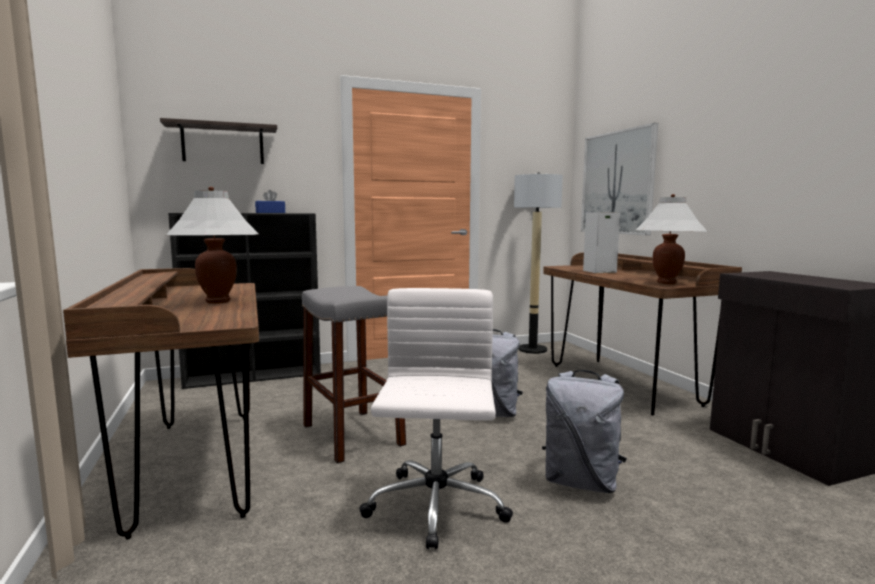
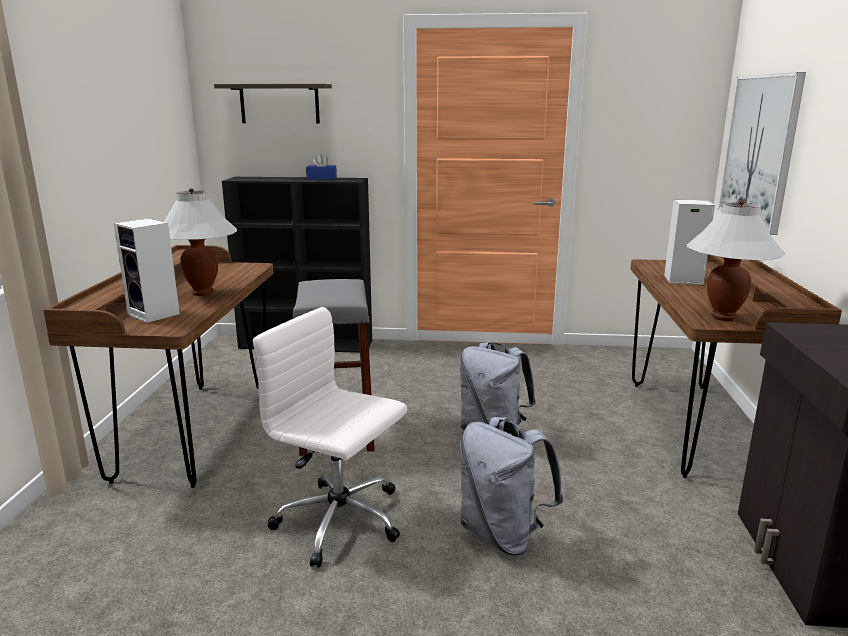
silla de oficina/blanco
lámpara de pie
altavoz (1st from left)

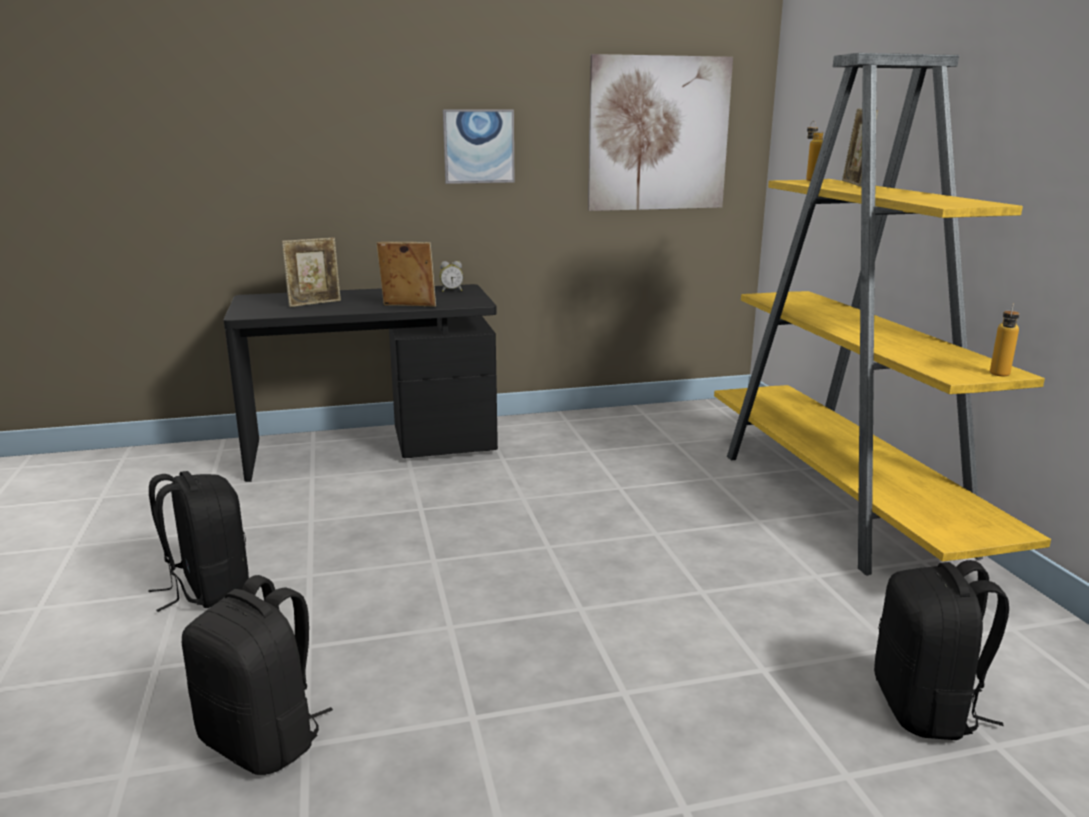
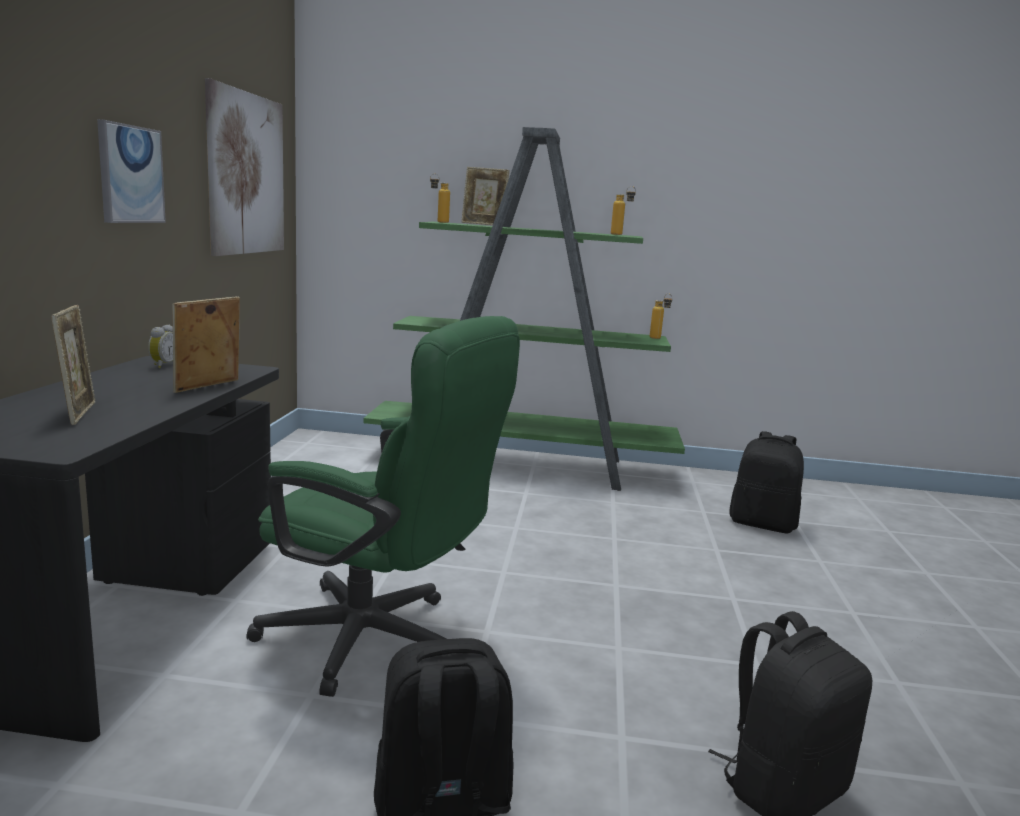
estantería/verde
silla de oficina/verde
botella (2nd from left)

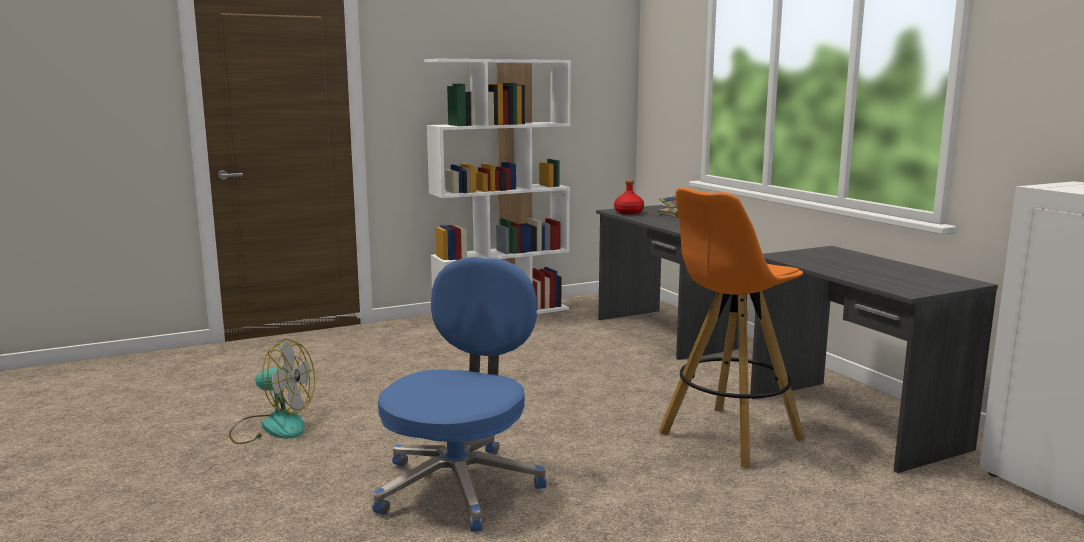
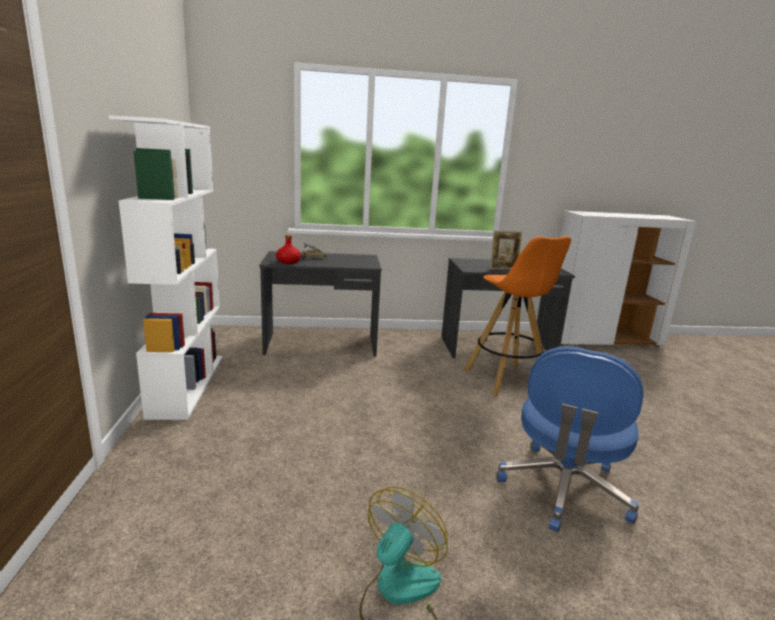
silla de oficina/azul
portarretratos

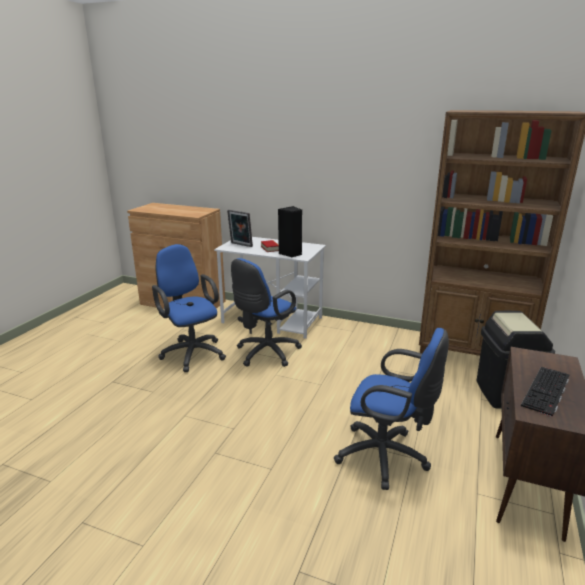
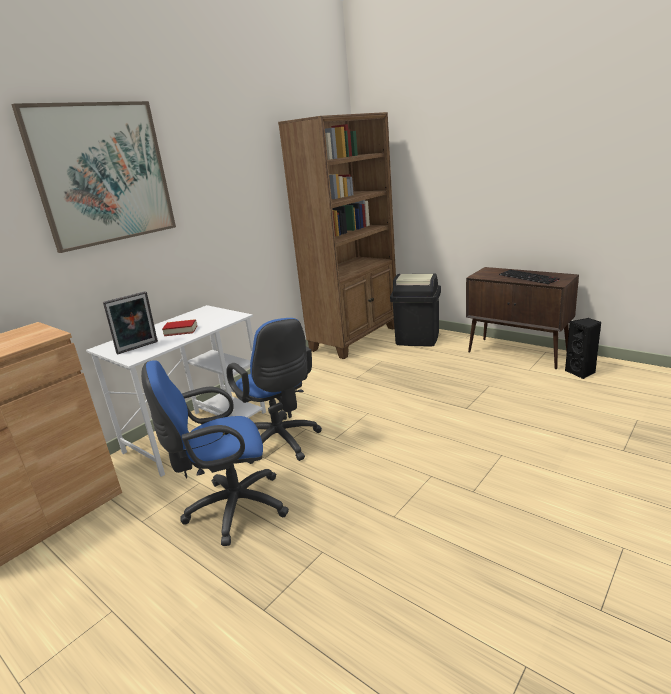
altavoz/negro
silla de oficina/azul (3rd from left in the first image)
cuadro

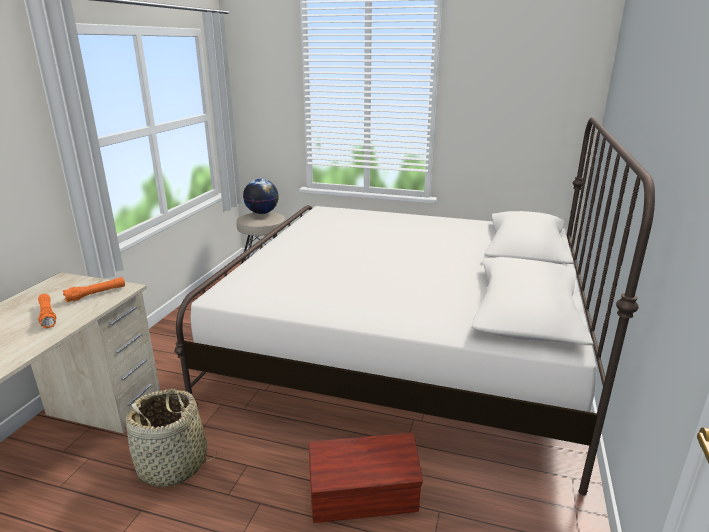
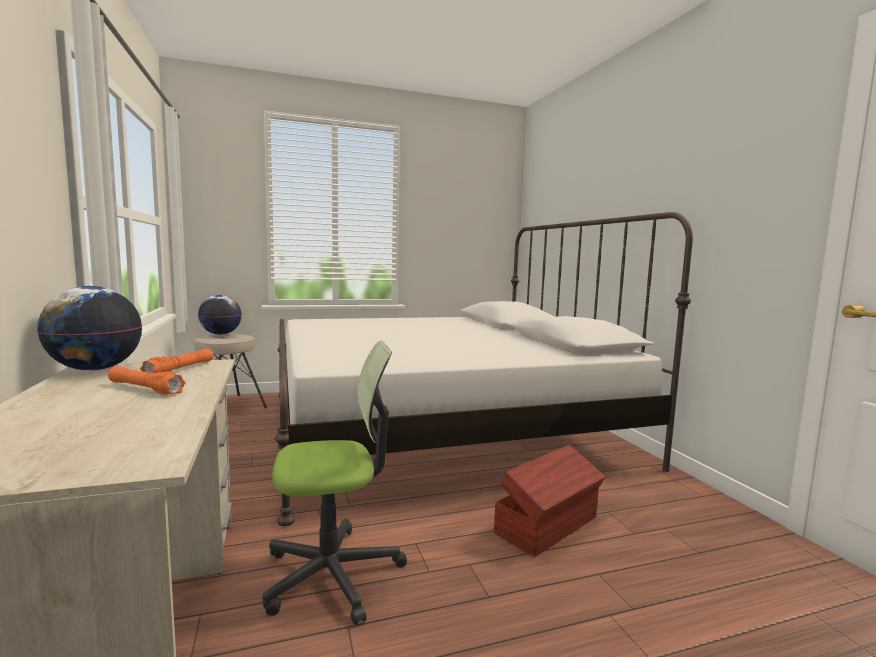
silla de oficina
globo terráqueo (1st from left)

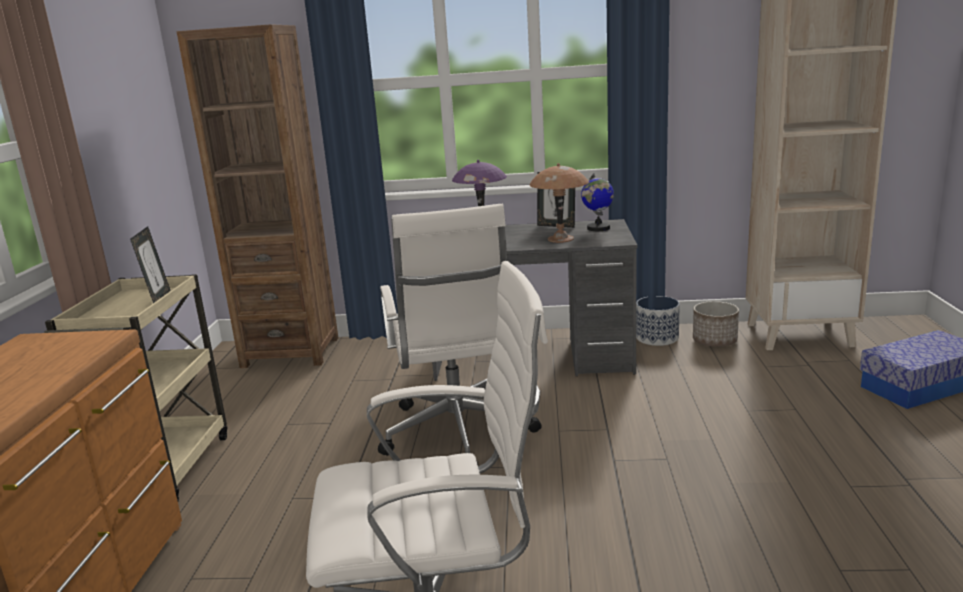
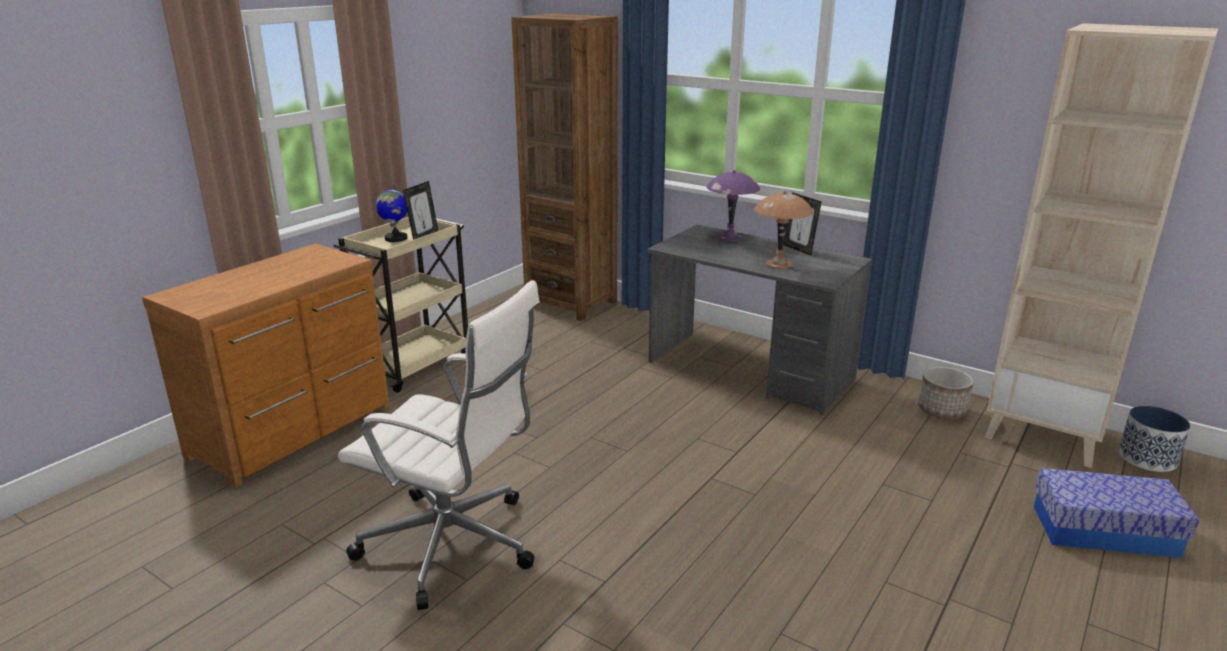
silla de oficina/blanco (2nd from left in the first image)
globo terráqueo
maceta (2nd from left)

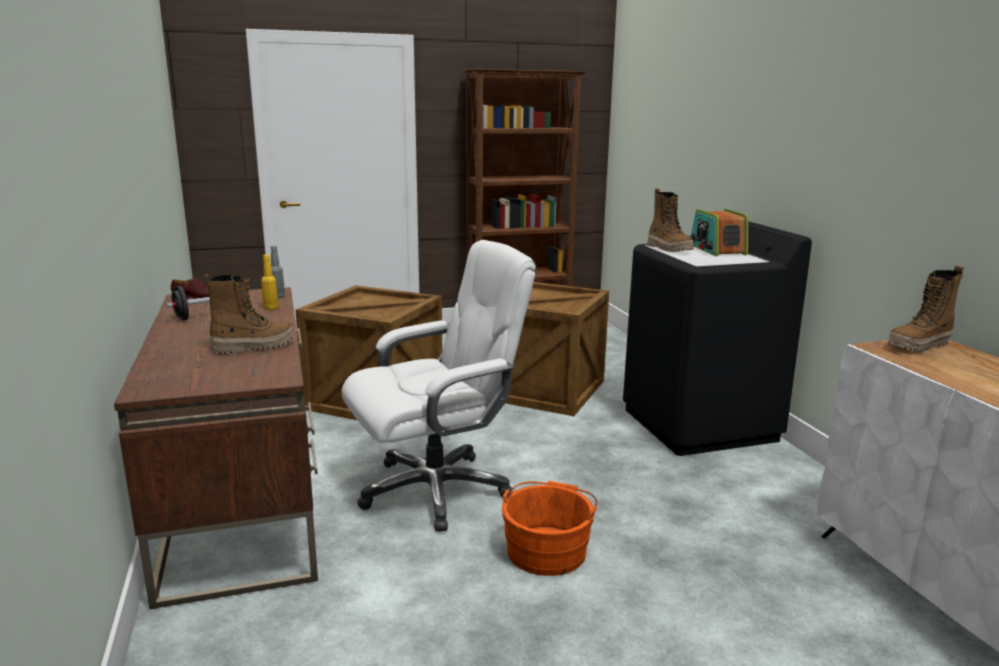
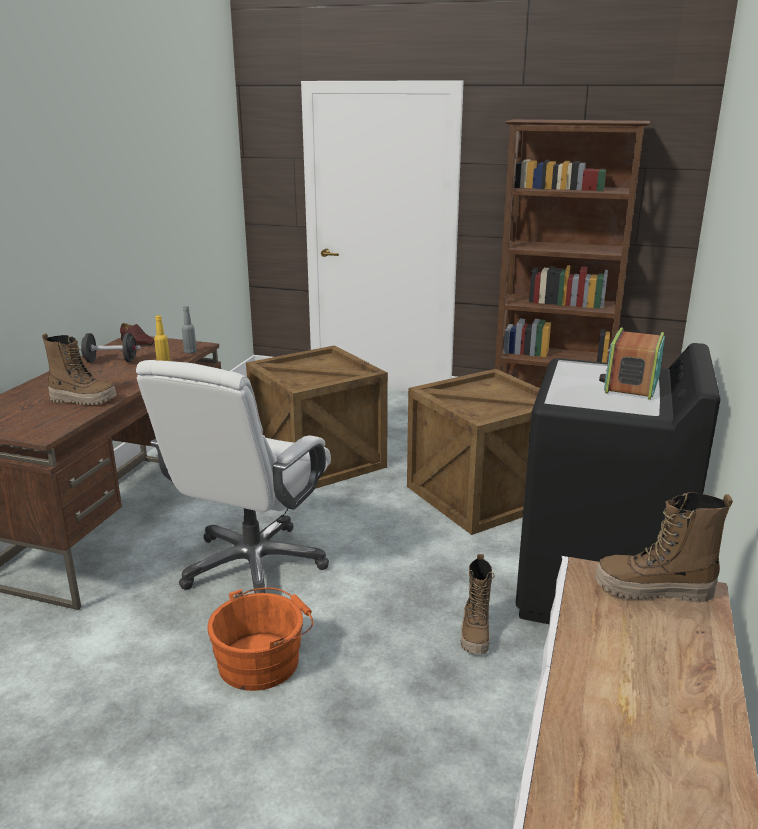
silla de oficina/blanco
bota (2nd from left)

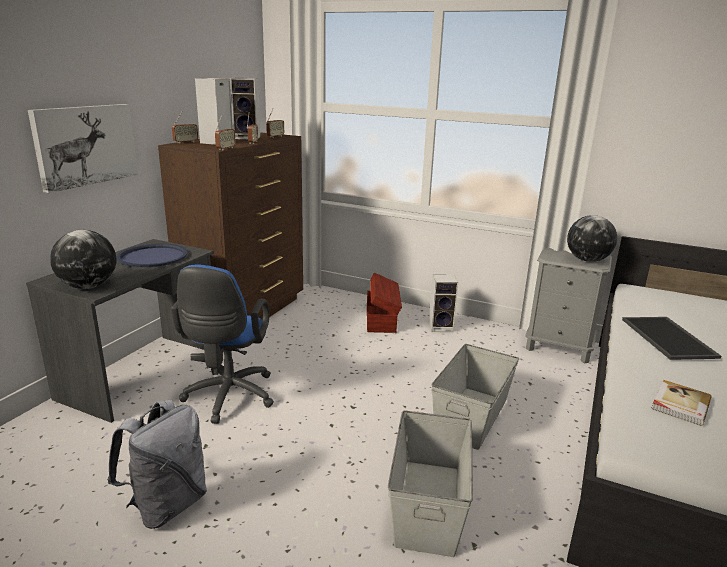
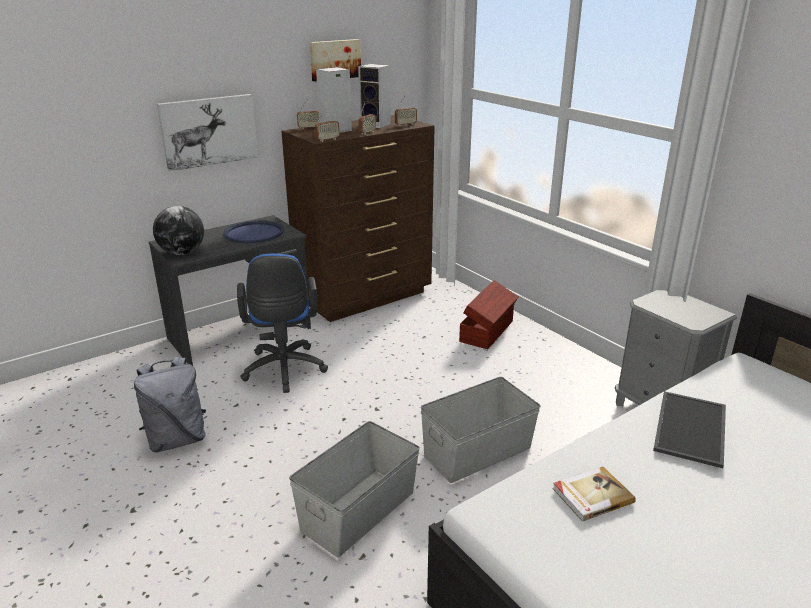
silla de oficina/azul
altavoz (3rd from left in the first image)
globo terráqueo (2nd from left in the first image)
cuadro (2nd from left)

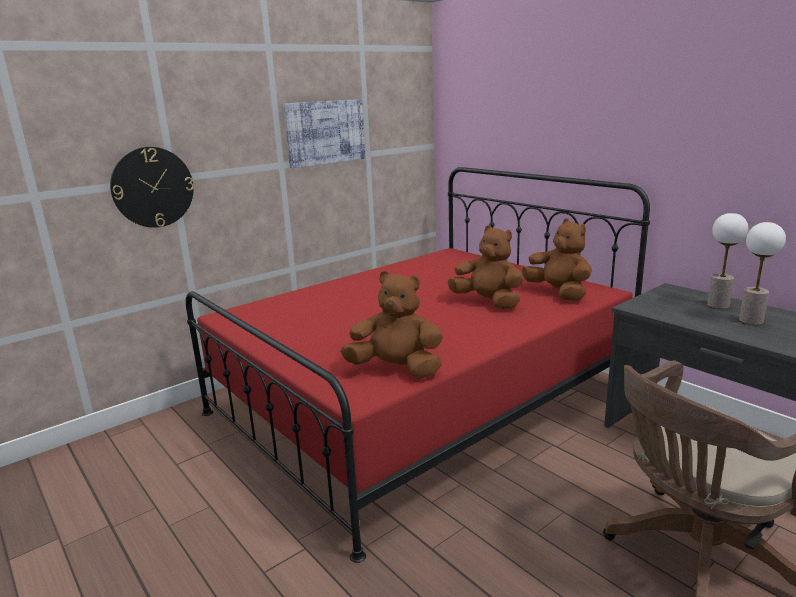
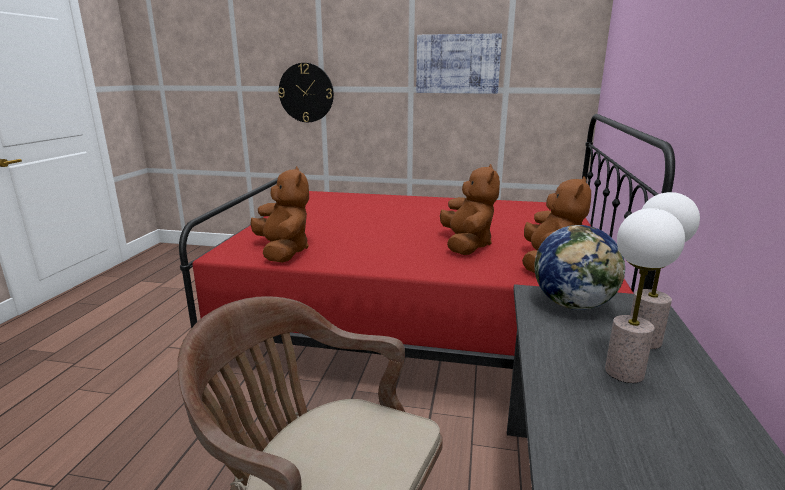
globo terráqueo

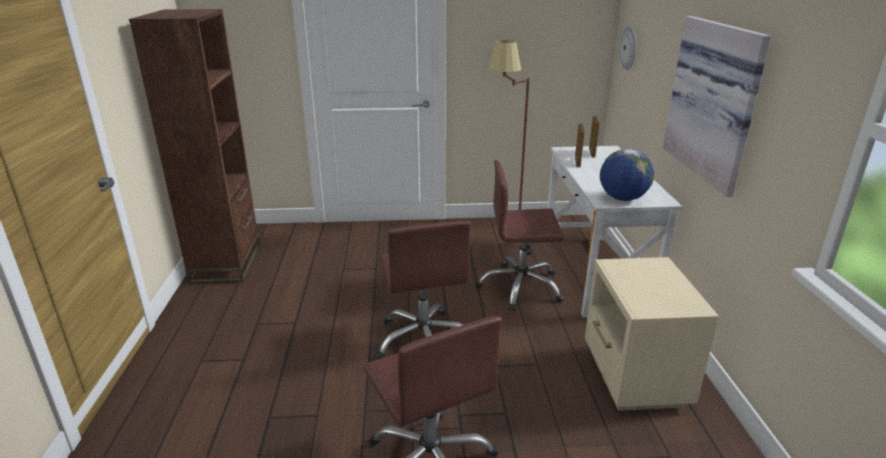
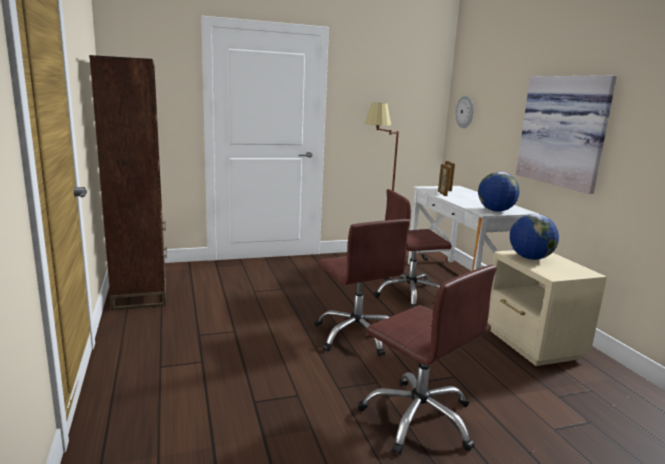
globo terráqueo (2nd from left)

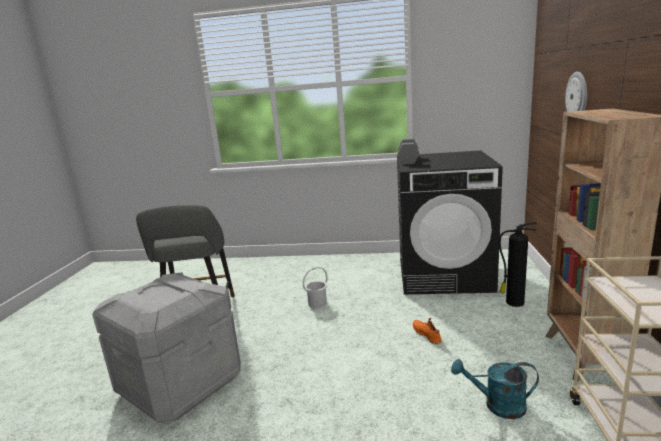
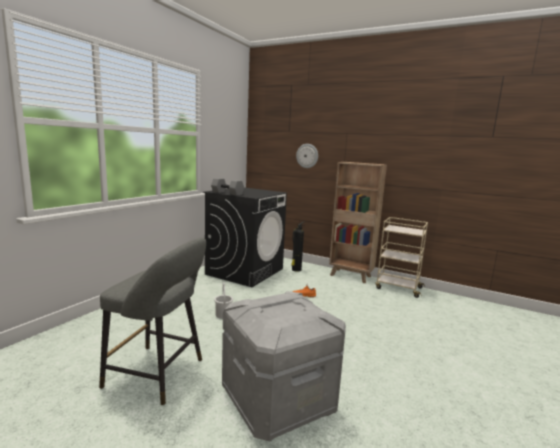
regadera/turquesa

